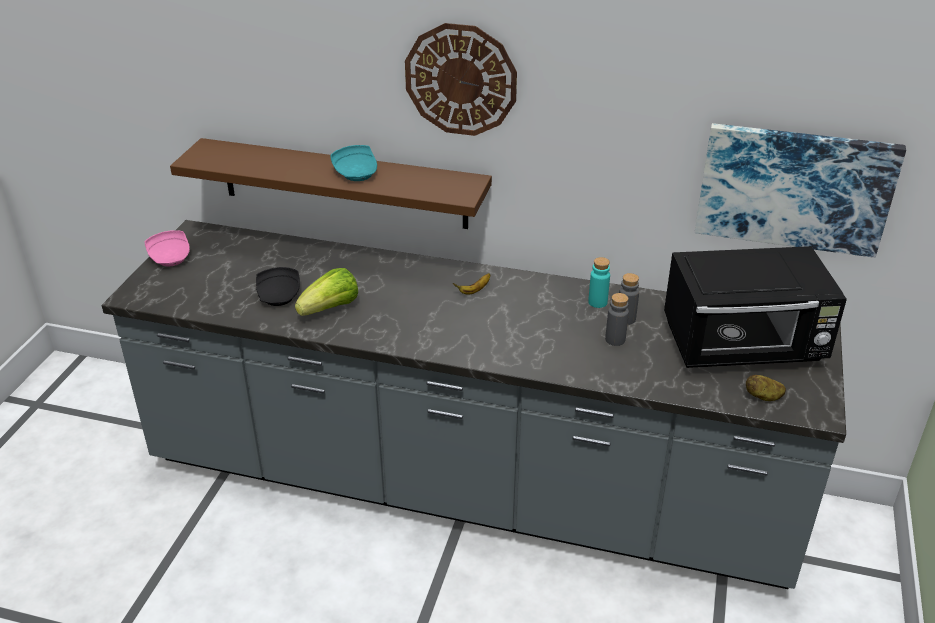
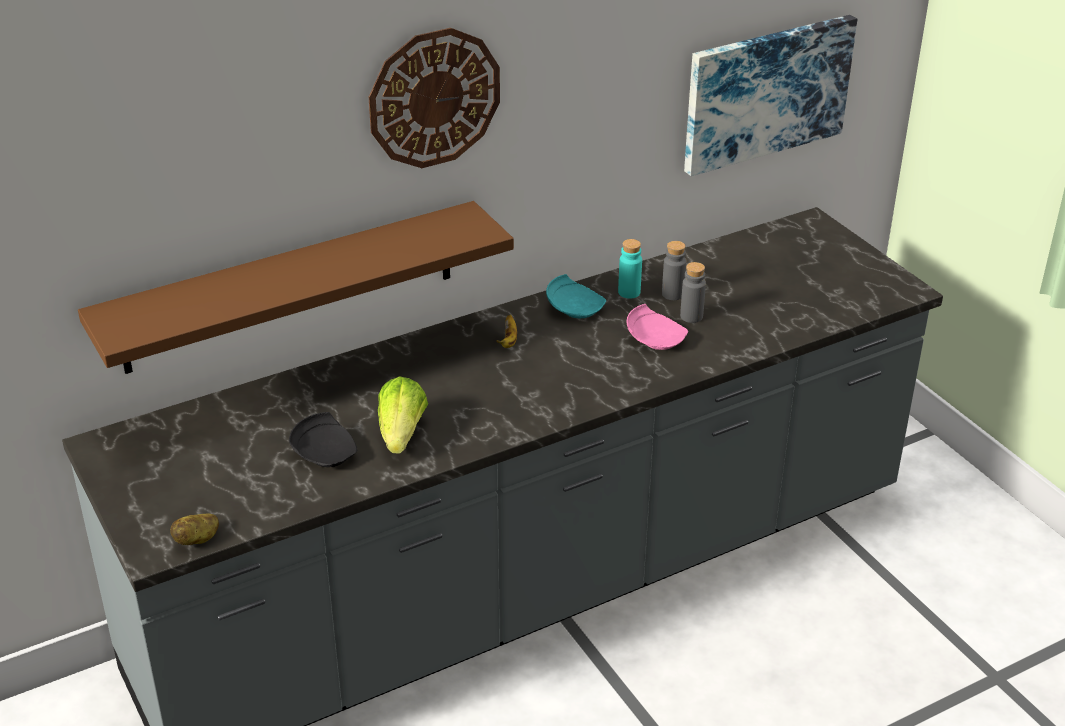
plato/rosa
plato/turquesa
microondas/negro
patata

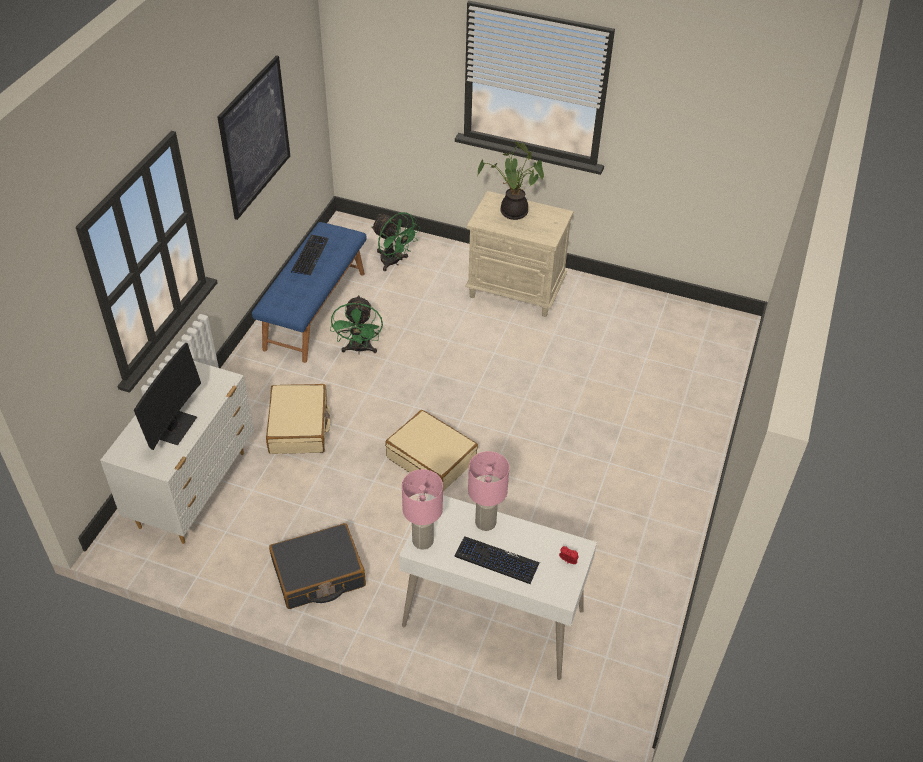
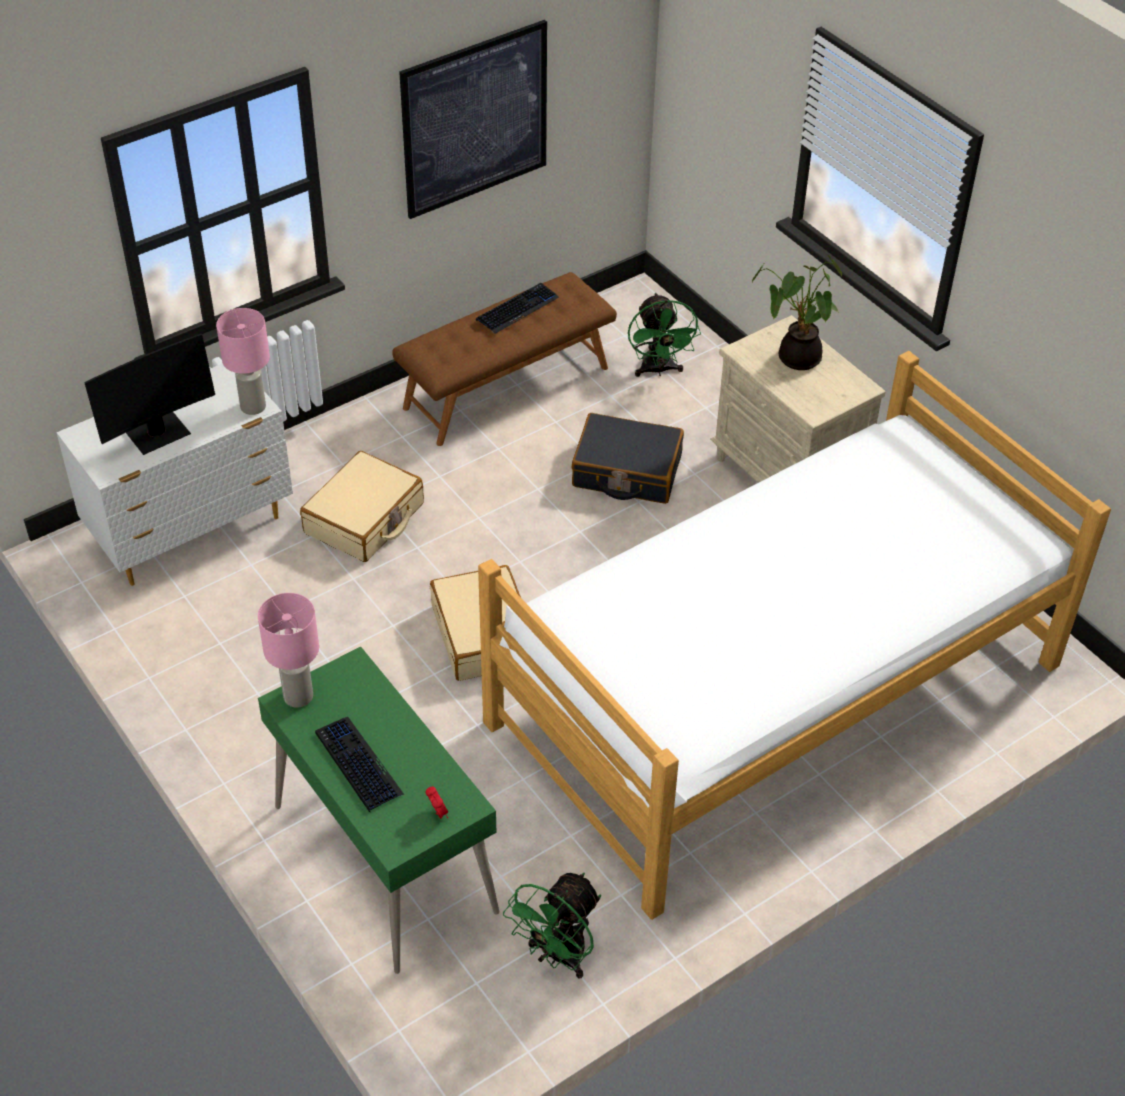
banco/marrón
maleta/negro
ventilador/verde (1st from left)
escritorio/verde
lámpara de mesa/rosa (1st from left)
cama

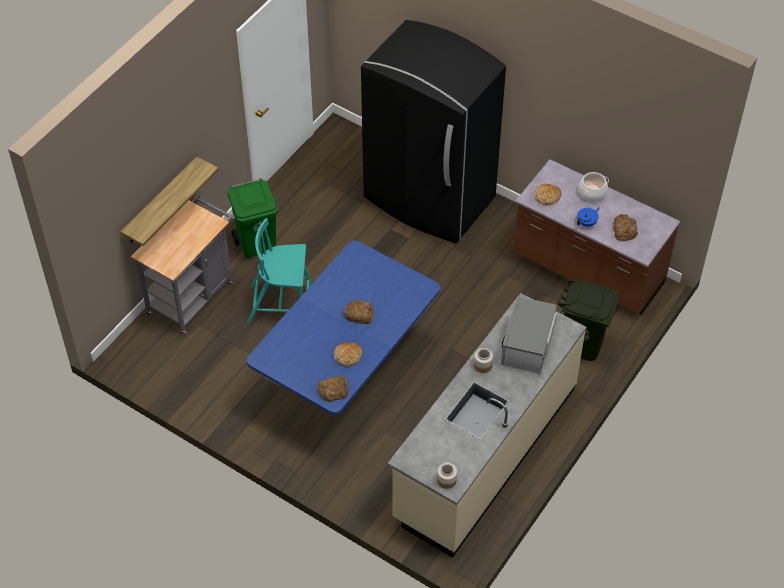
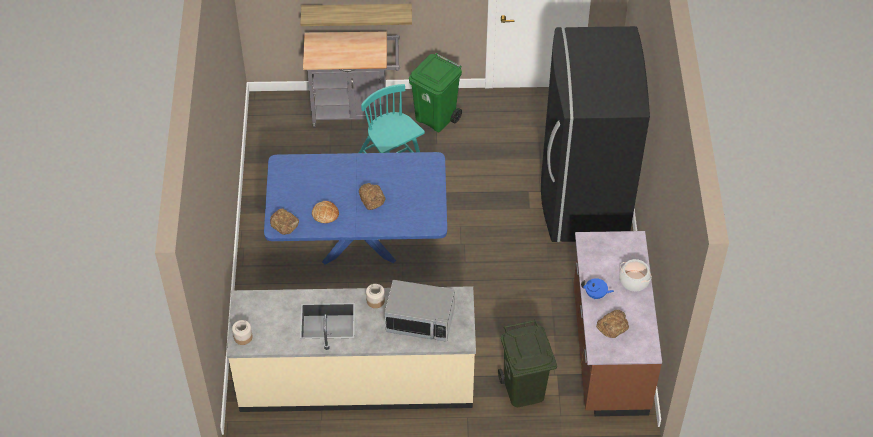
microondas
pan (4th from left in the first image)

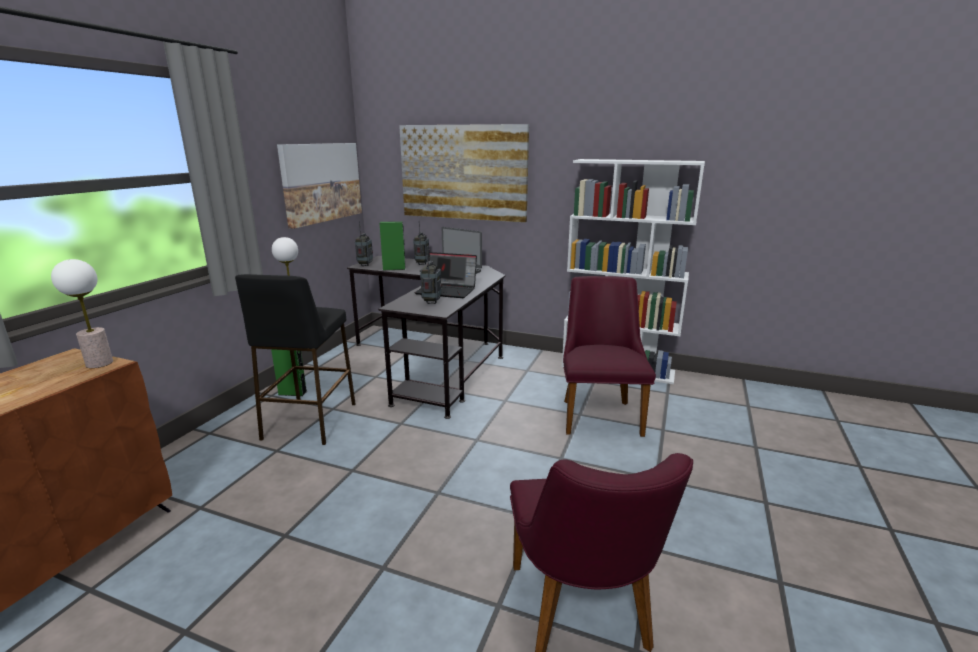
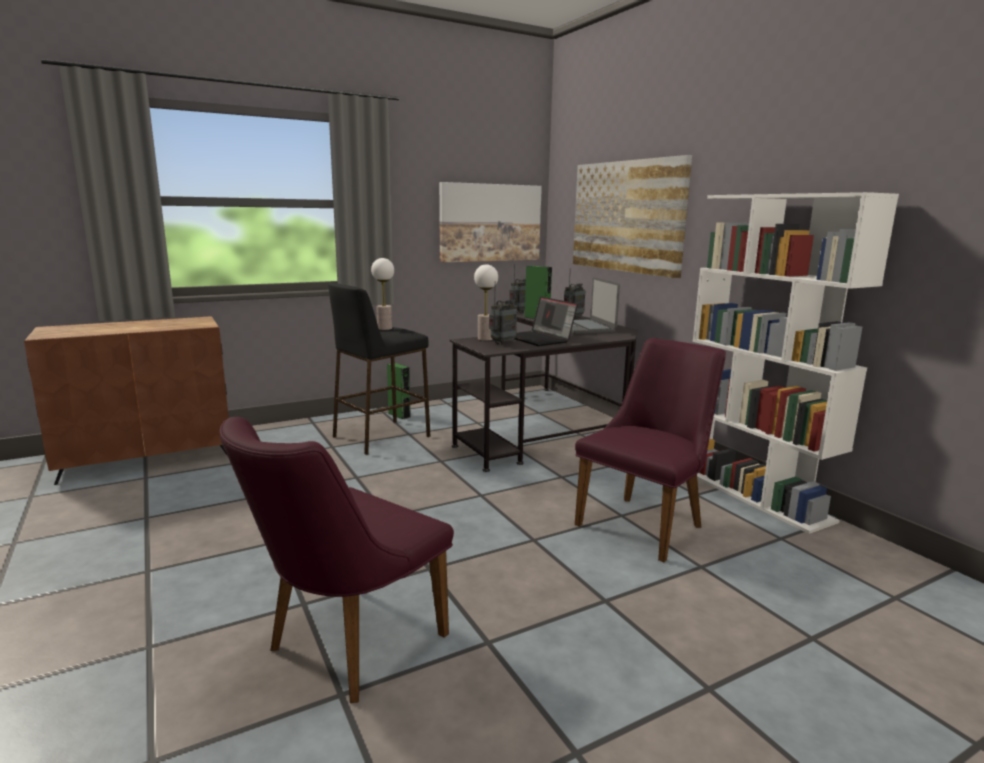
lámpara de mesa (2nd from left)

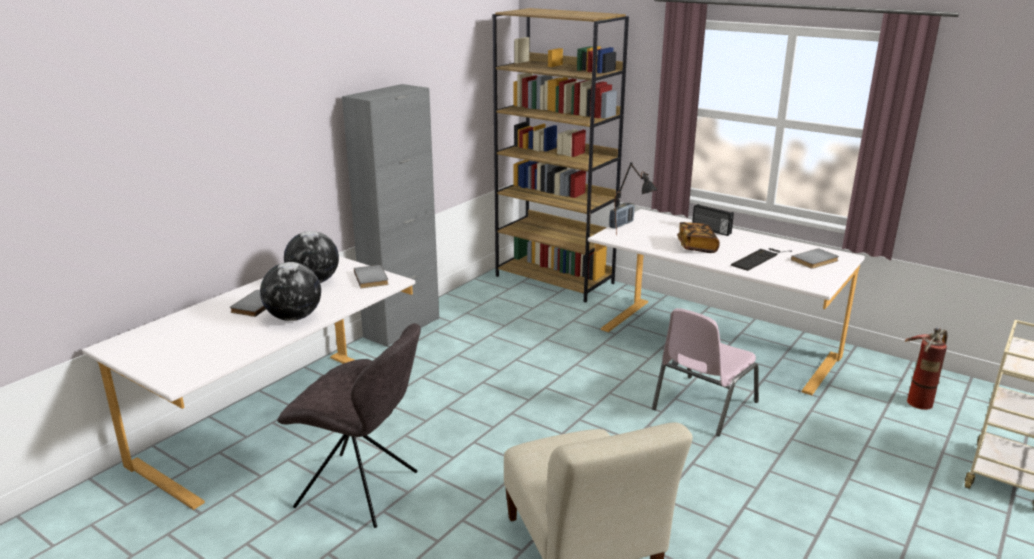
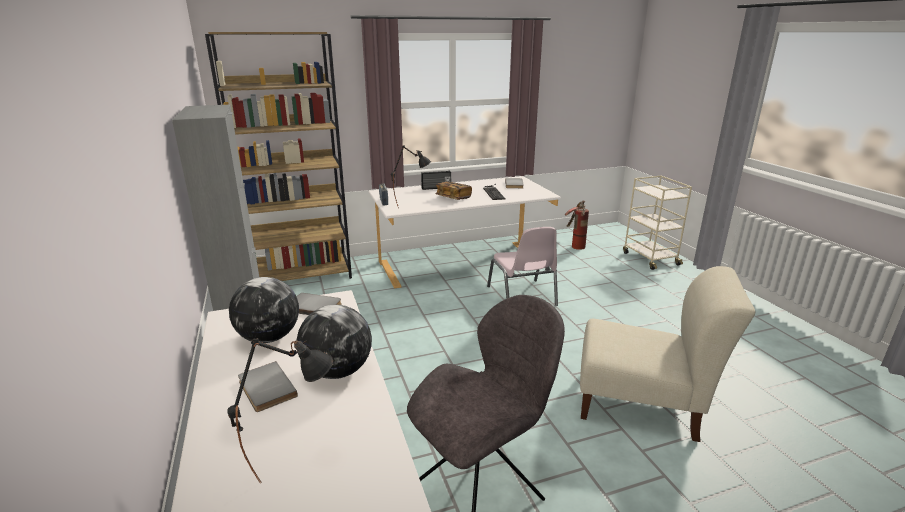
lámpara de mesa/negro (1st from left)

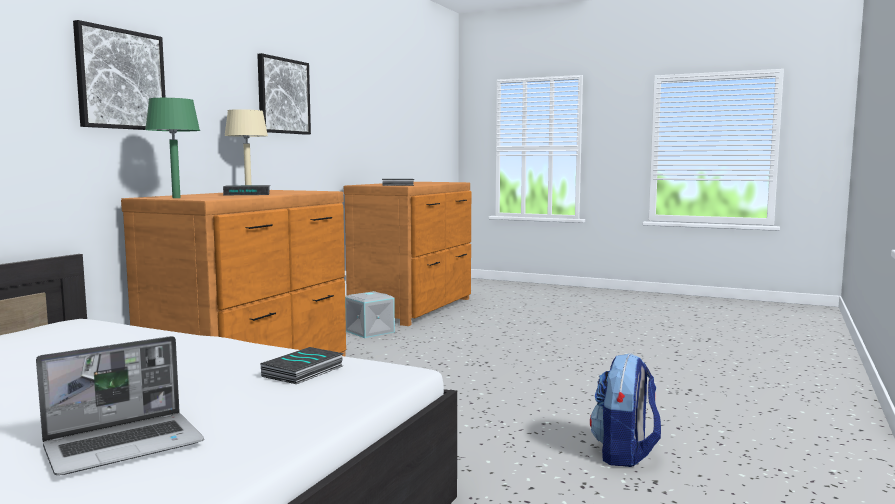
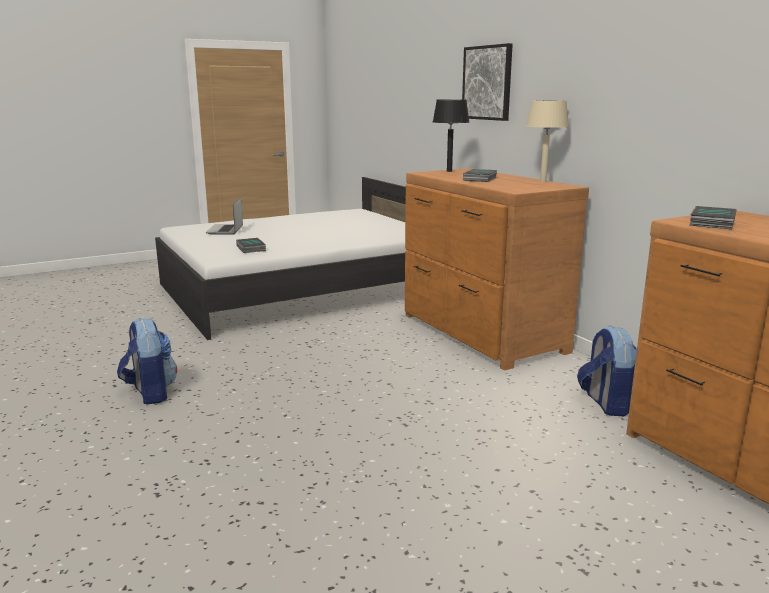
lámpara de mesa/negro
cuadro (2nd from left in the first image)
mochila (2nd from left)

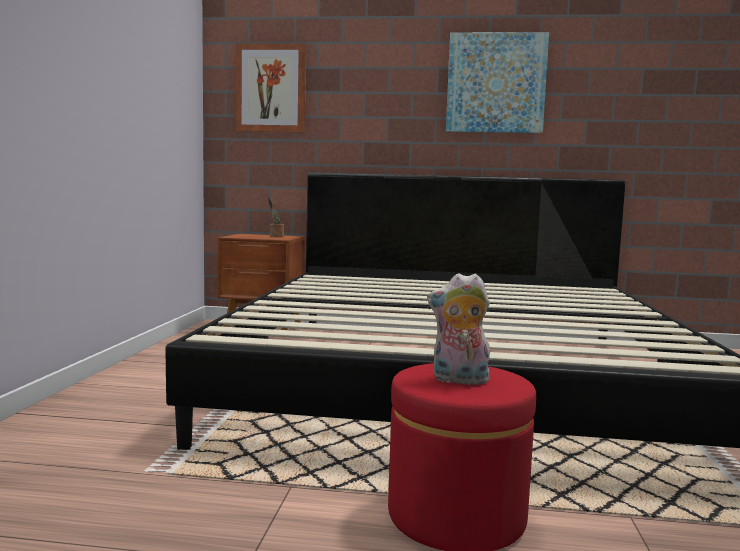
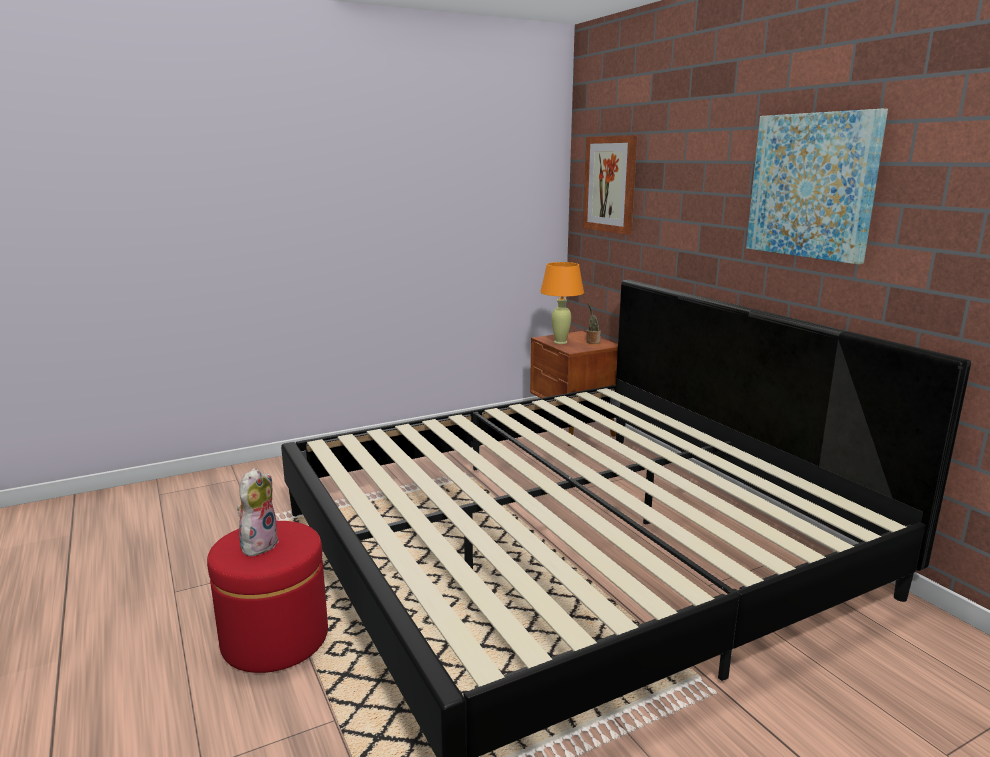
peluche
lámpara de mesa/naranja

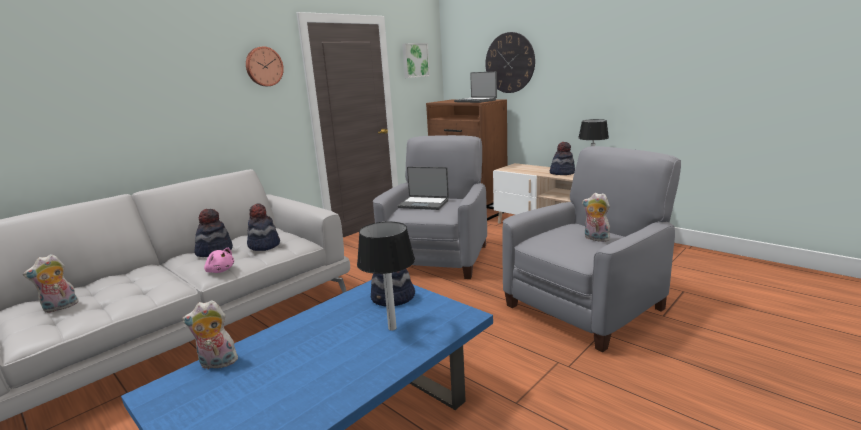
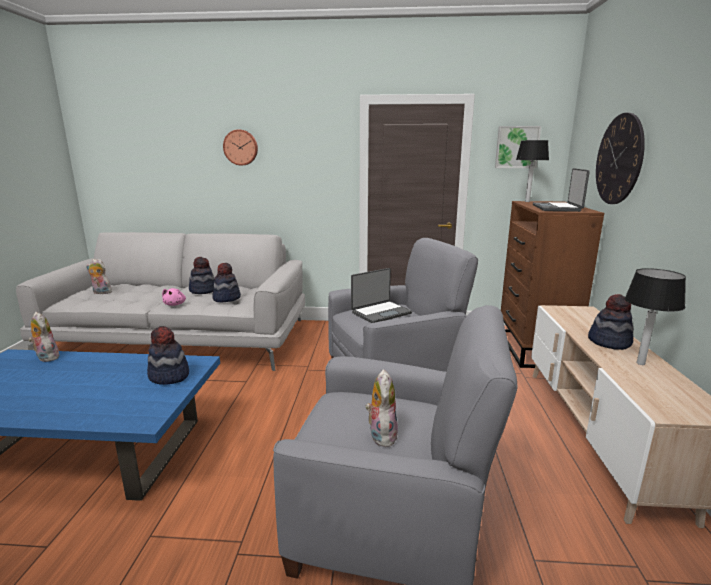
reloj de pared (1st from left)
lámpara de mesa (1st from left)
portátil (1st from left)

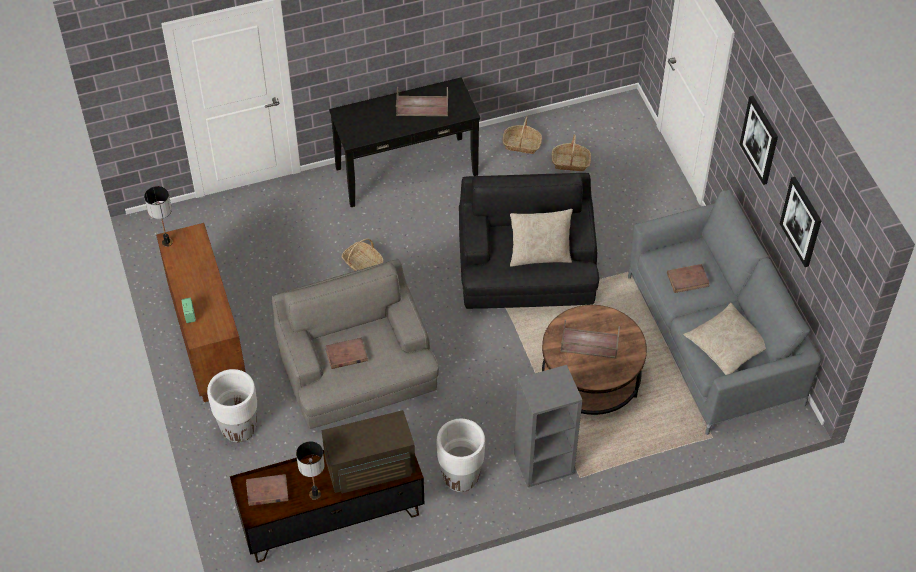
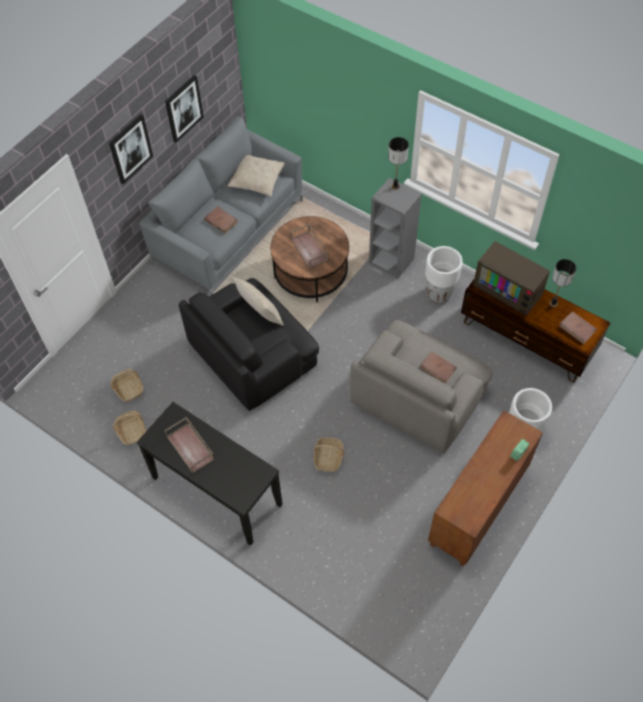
lámpara de mesa (1st from left)

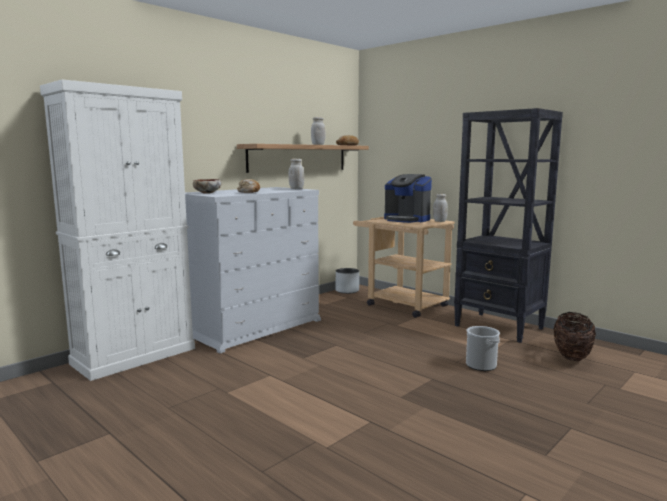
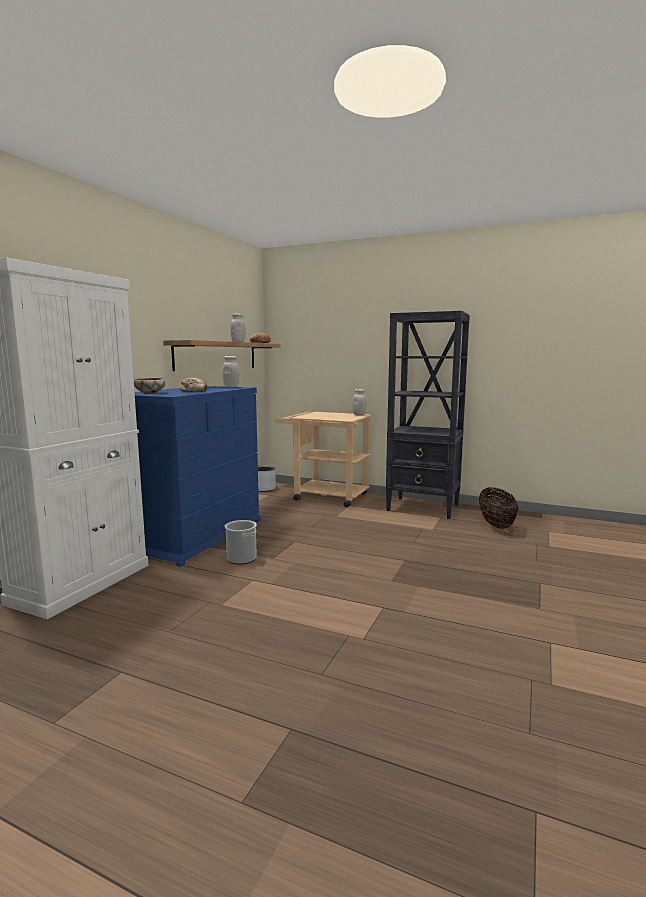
cómoda/azul
cafetera
cubo

